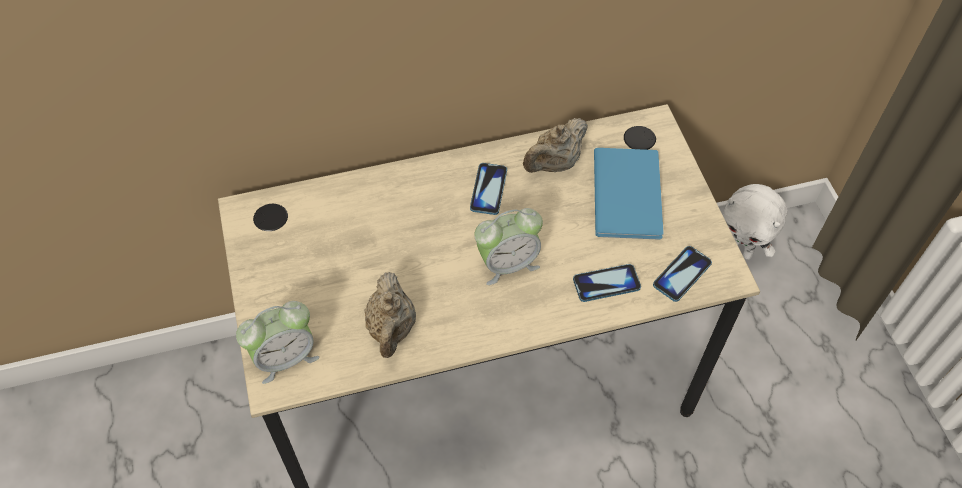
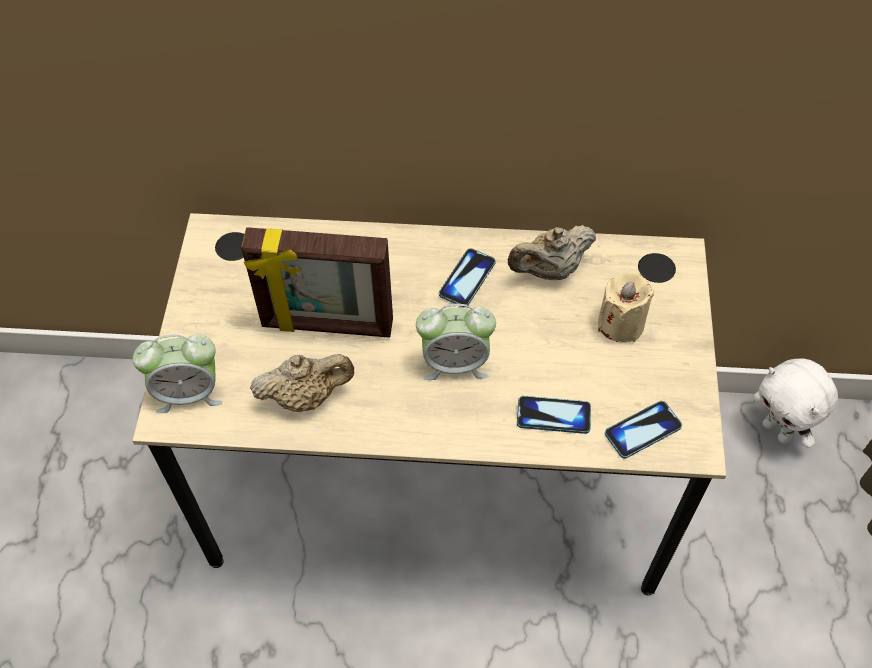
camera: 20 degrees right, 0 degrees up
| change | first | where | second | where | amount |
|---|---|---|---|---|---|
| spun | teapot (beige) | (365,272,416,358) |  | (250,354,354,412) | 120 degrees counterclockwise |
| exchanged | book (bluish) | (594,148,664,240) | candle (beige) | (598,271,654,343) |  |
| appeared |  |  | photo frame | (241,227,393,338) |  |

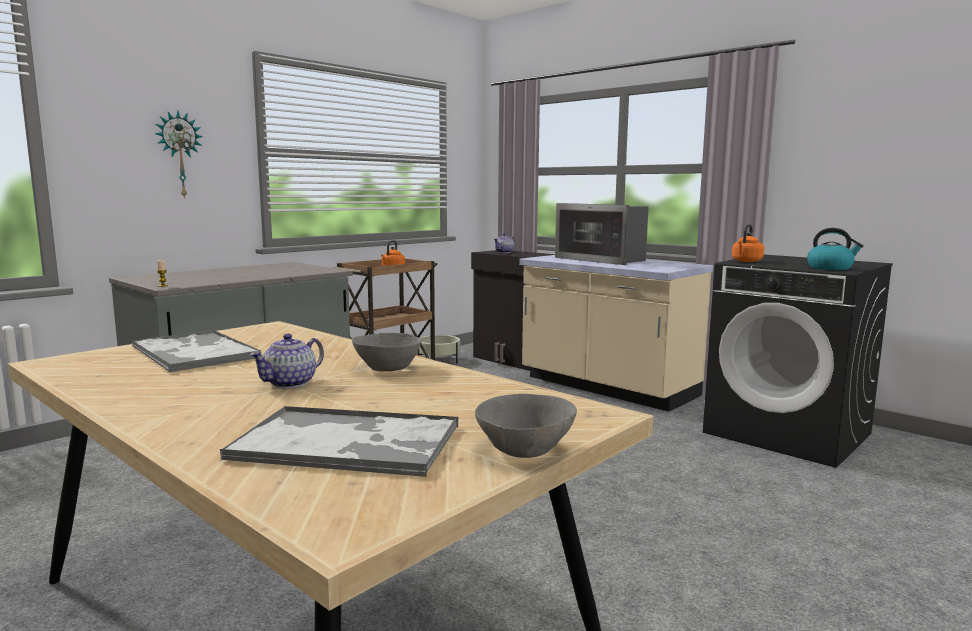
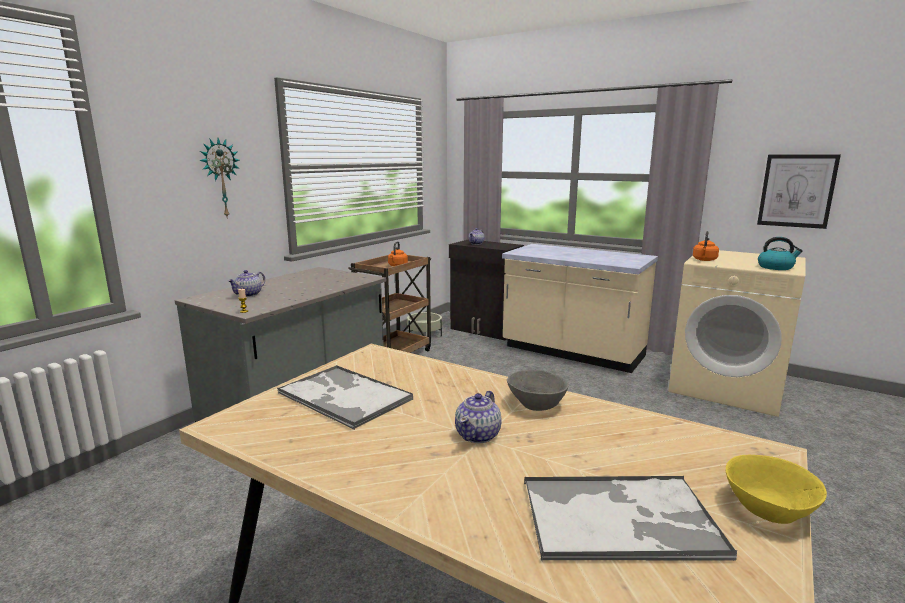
camera: 10 degrees left, 5 degrees up
| change | first | where | second | where | amount |
|---|---|---|---|---|---|
| colour | serving bowl (gray) | (475,394,577,458) | serving bowl (yellowish) | (726,455,827,524) |  |
| missing | kitchen microwave | (555,203,649,265) |  |  |  |
| colour | washing machine (black) | (703,255,893,468) | washing machine (beige) | (668,250,805,417) |  |
| appeared |  |  | teapot | (228,270,265,297) |  |
| appeared |  |  | wall picture | (757,155,841,229) |  |

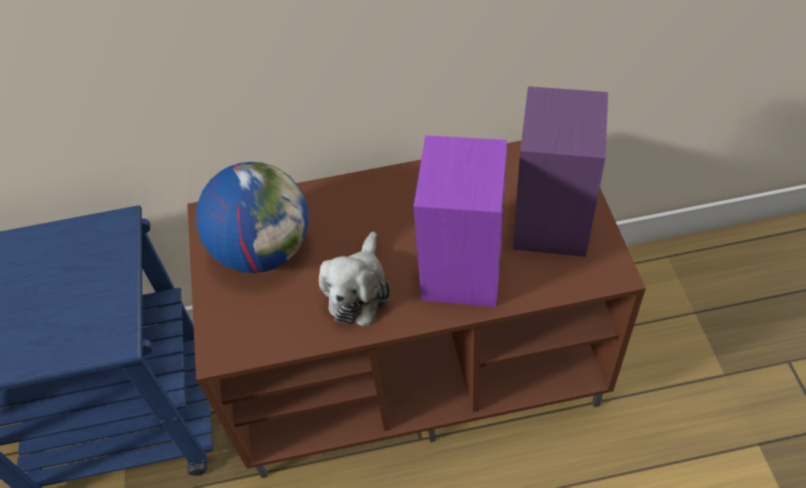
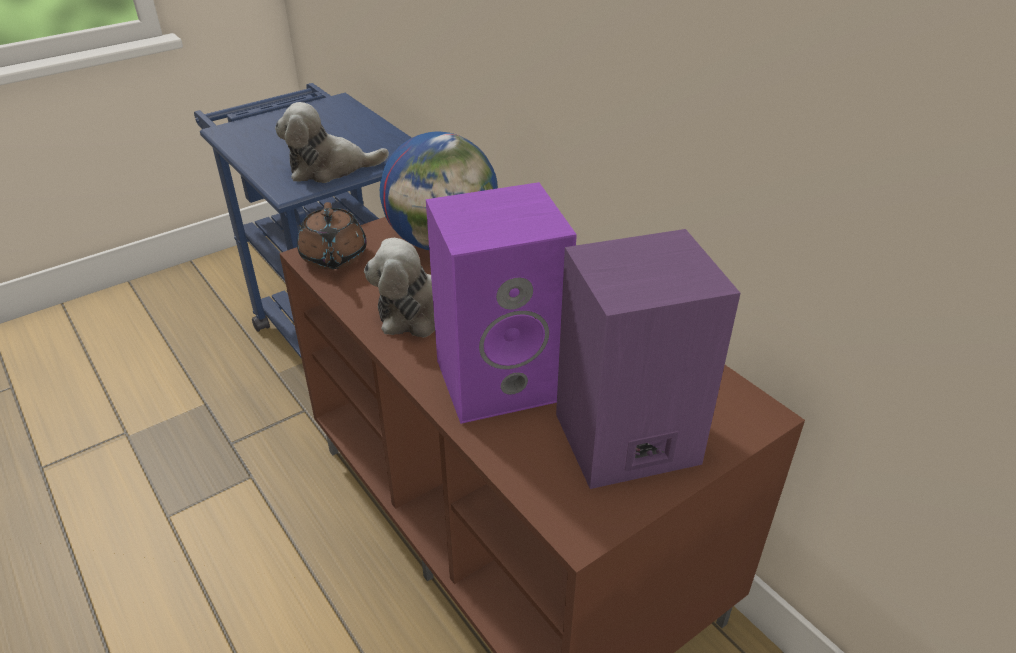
camera: 60 degrees right, 15 degrees down
| change | first | where | second | where | amount |
|---|---|---|---|---|---|
| appeared |  |  | plush toy | (275,102,389,183) |  |
| appeared |  |  | teapot (brownish) | (297,202,367,269) |  |

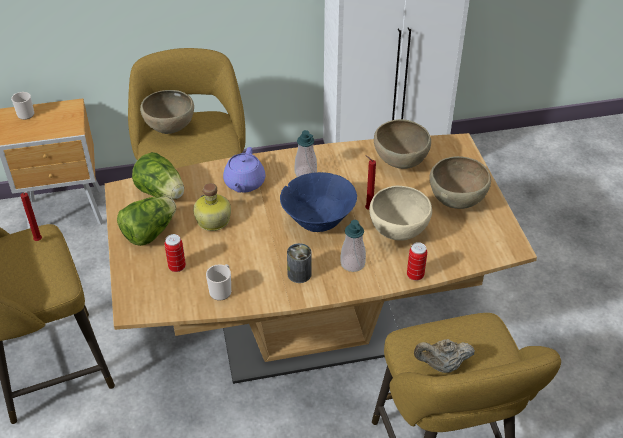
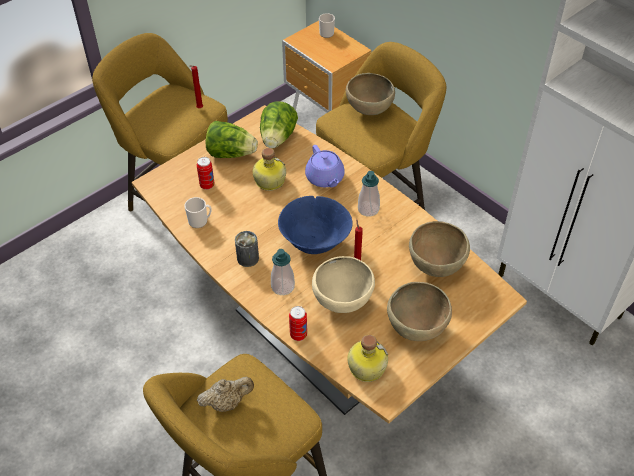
camera: 60 degrees right, 5 degrees up
| change | first | where | second | where | amount |
|---|---|---|---|---|---|
| spun | teapot (purple-coloured) | (223,147,265,193) |  | (305,145,345,187) | 90 degrees counterclockwise |
| spun | teapot (beige) | (414,339,475,373) |  | (197,377,254,412) | 105 degrees clockwise |
| appeared |  |  | bottle | (348,335,388,382) |  |

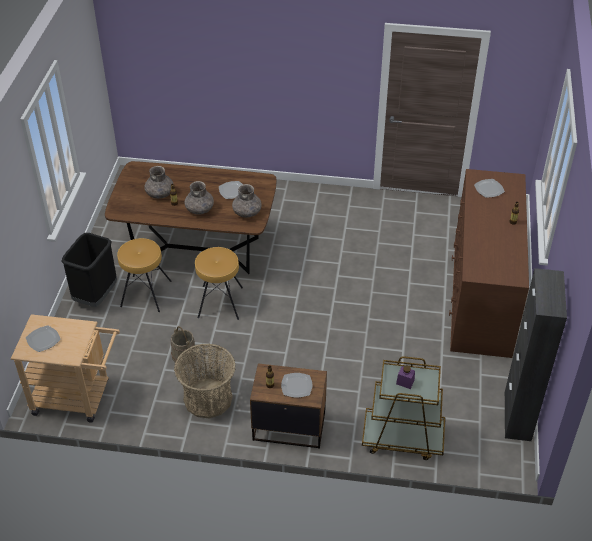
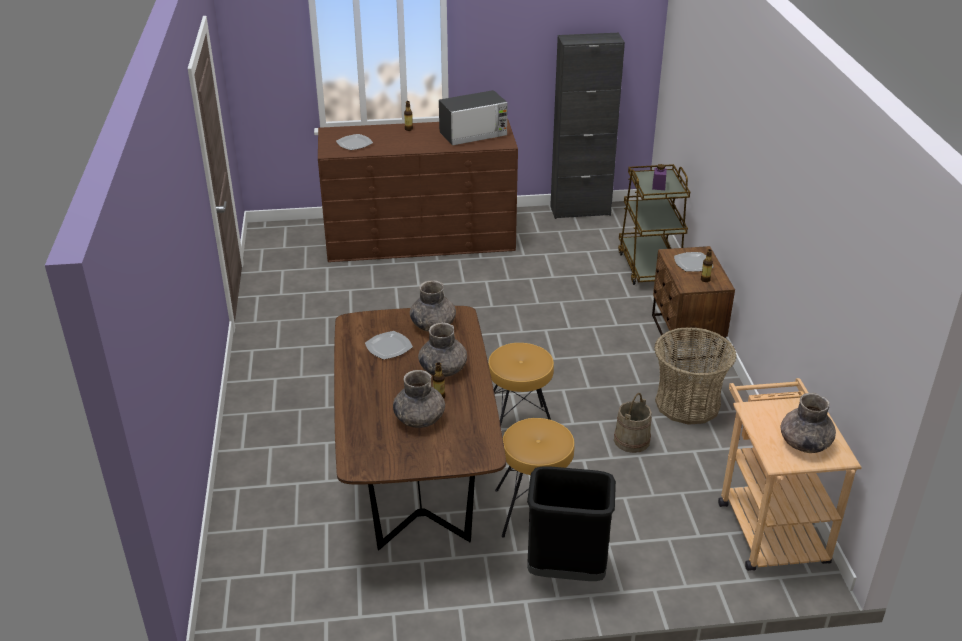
camera: 105 degrees left, 10 degrees down
| change | first | where | second | where | amount |
|---|---|---|---|---|---|
| exchanged | dinner plate | (26,325,61,352) | vase (gray) | (781,393,836,453) |  |
| appeared |  |  | kitchen microwave | (439,90,507,145) |  |

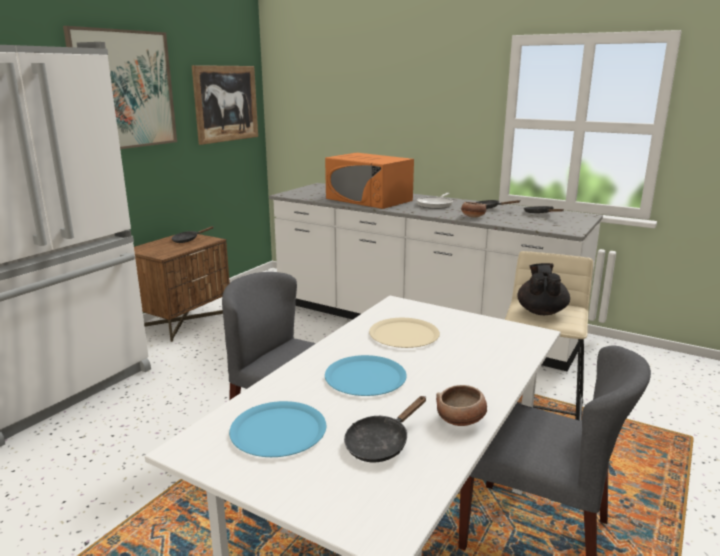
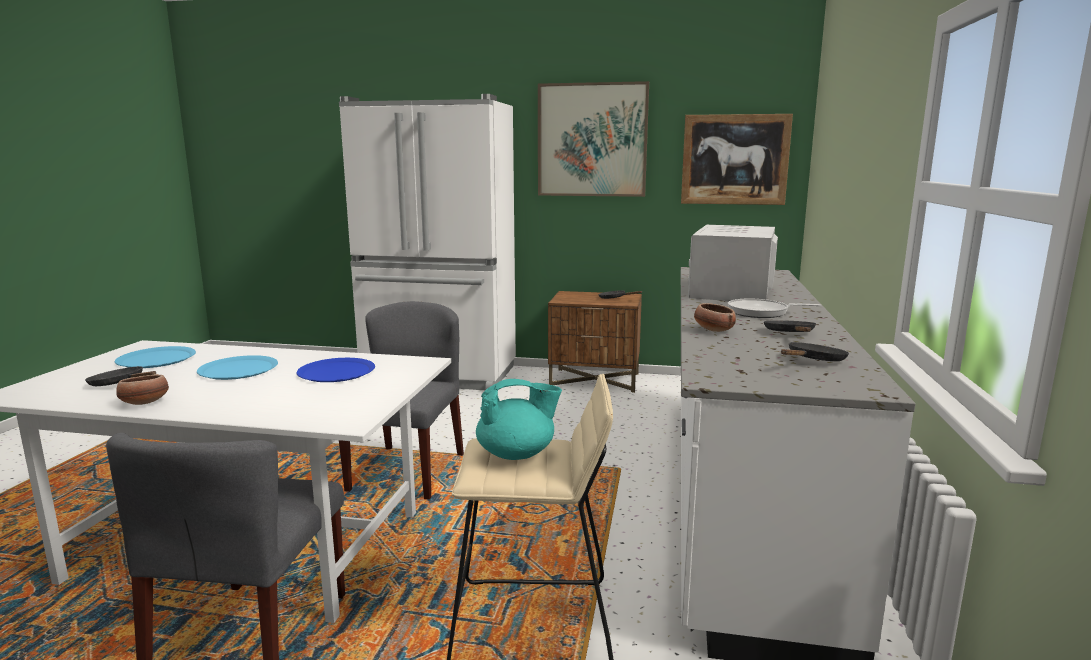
camera: 70 degrees right, 5 degrees down
| change | first | where | second | where | amount |
|---|---|---|---|---|---|
| colour | kitchen microwave (orangey) | (325,153,414,209) | kitchen microwave (white-coloured) | (688,225,778,301) |  |
| colour | dinner plate (beige) | (369,318,440,348) | dinner plate (bluish) | (297,358,375,382) |  |
| colour | teapot (black) | (518,263,570,315) | teapot (turquoise) | (476,379,562,460) |  |

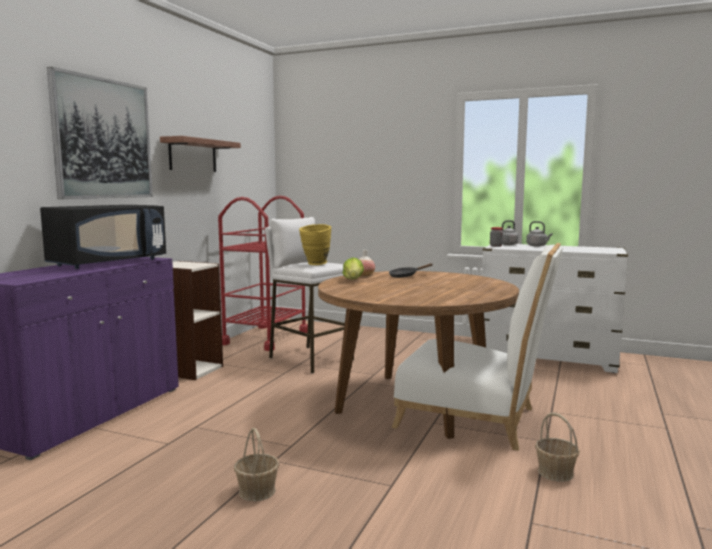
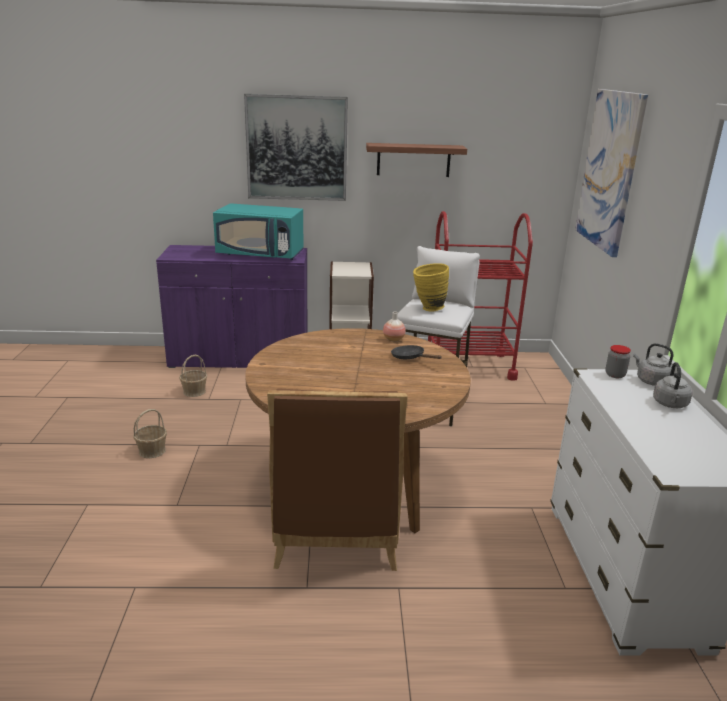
camera: 65 degrees right, 15 degrees up
| change | first | where | second | where | amount |
|---|---|---|---|---|---|
| colour | kitchen microwave (black) | (40,205,166,269) | kitchen microwave (turquoise) | (213,203,304,260) |  |
| missing | head of lettuce | (343,257,364,279) |  |  |  |
| colour | upright chair (white-coloured) | (391,243,563,451) | upright chair (brownish) | (267,389,408,571) |  |
| relocated | storage basket | (535,413,580,482) |  | (179,355,207,397) |  |
| appeared |  |  | wall picture | (575,89,648,257) |  |

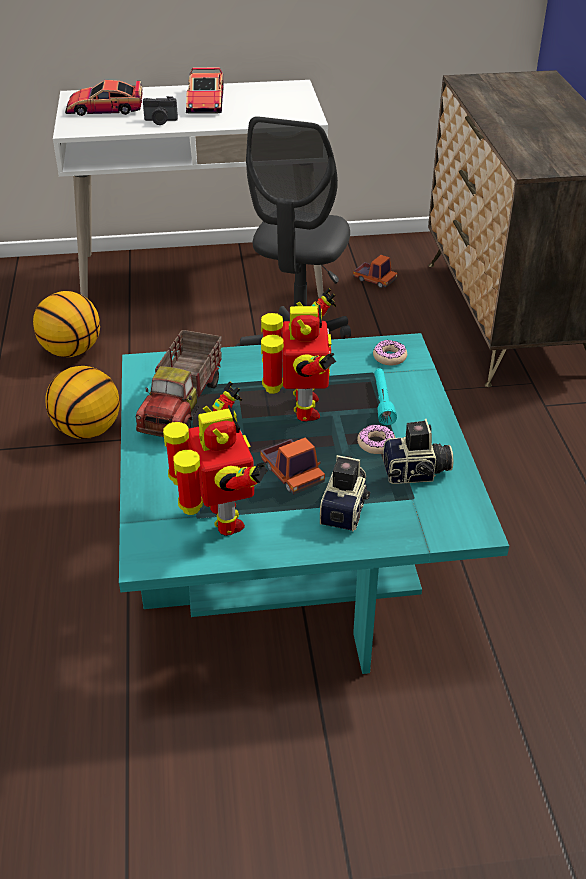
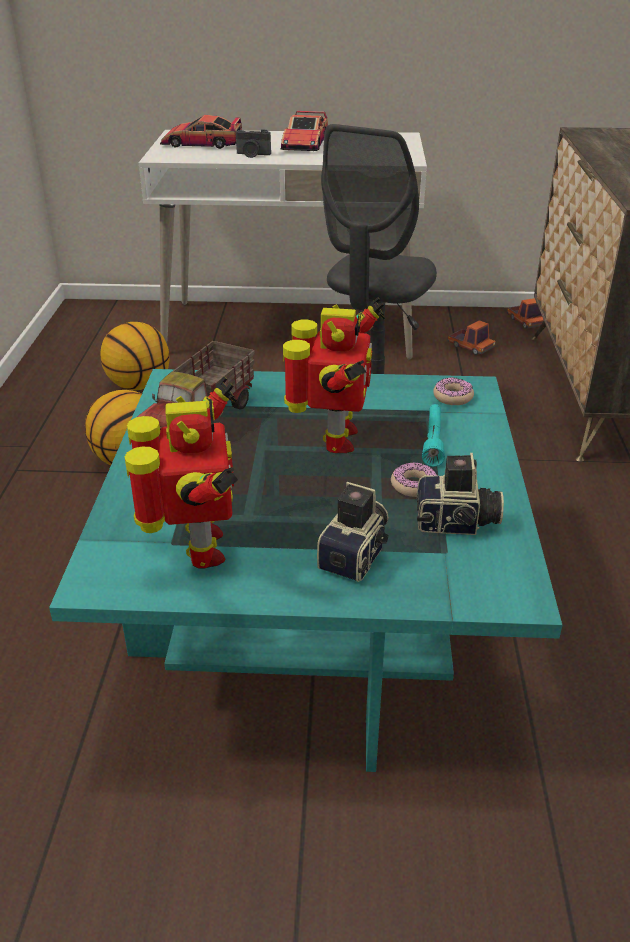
camera: 10 degrees right, 5 degrees down
| change | first | where | second | where | amount |
|---|---|---|---|---|---|
| relocated | model truck | (260,437,325,495) |  | (507,298,544,329) |  |

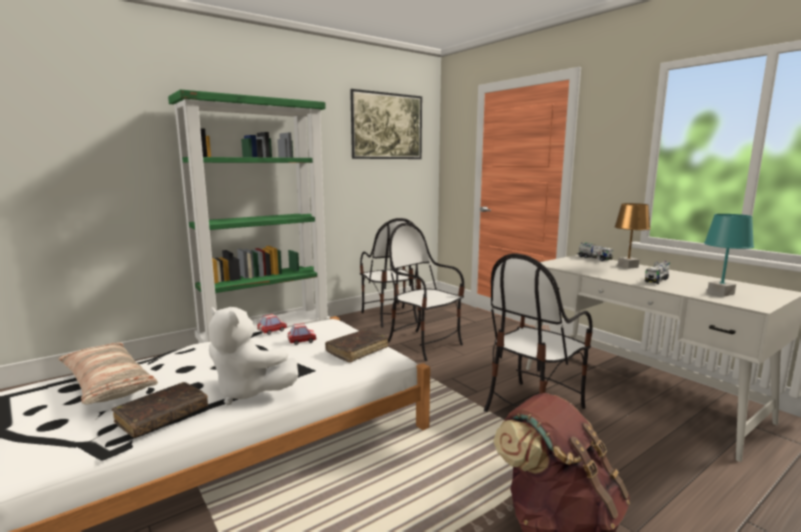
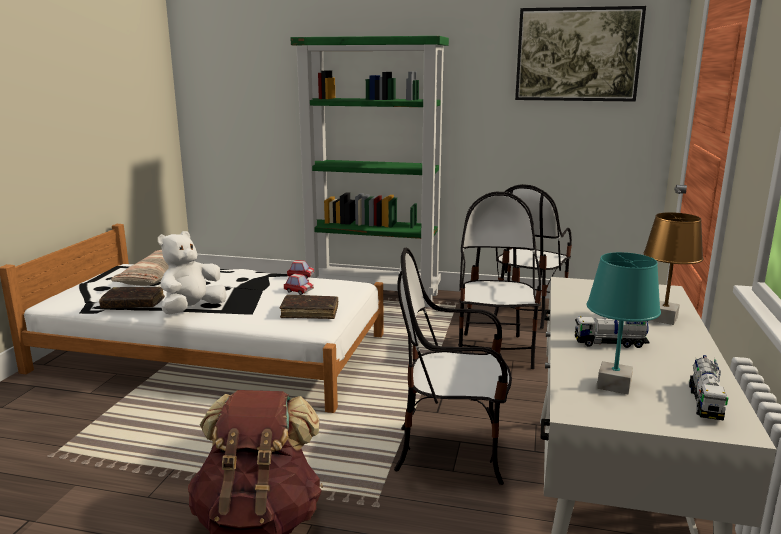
camera: 50 degrees right, 5 degrees up
| change | first | where | second | where | amount |
|---|---|---|---|---|---|
| spun | plush toy (white-coloured) | (209,307,298,405) |  | (158,231,226,314) | 45 degrees clockwise |
| relocated | model truck | (577,242,614,261) |  | (689,355,728,421) |  |

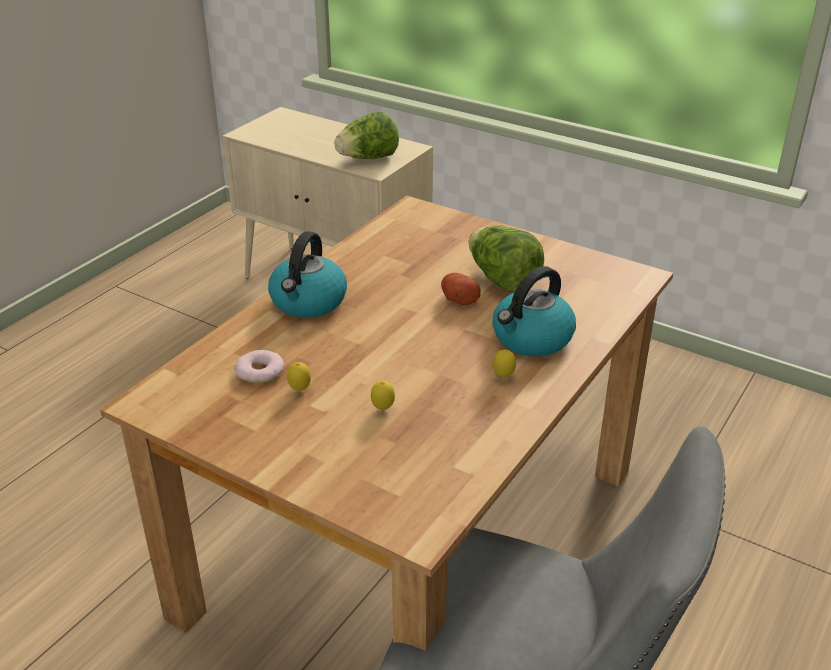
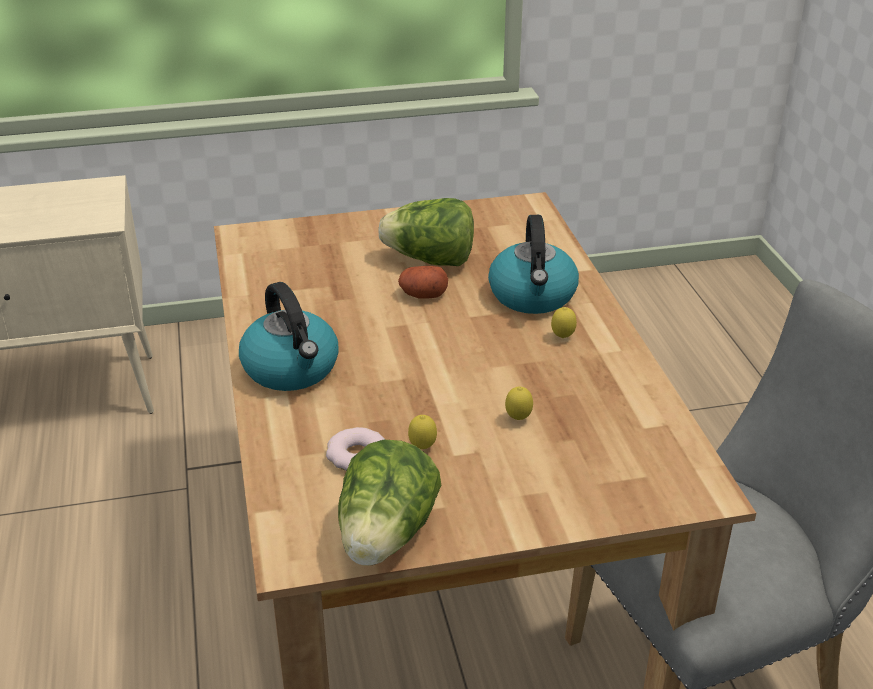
camera: 45 degrees left, 0 degrees up
| change | first | where | second | where | amount |
|---|---|---|---|---|---|
| relocated | head of lettuce | (334,112,399,159) |  | (338,440,441,566) |  |

